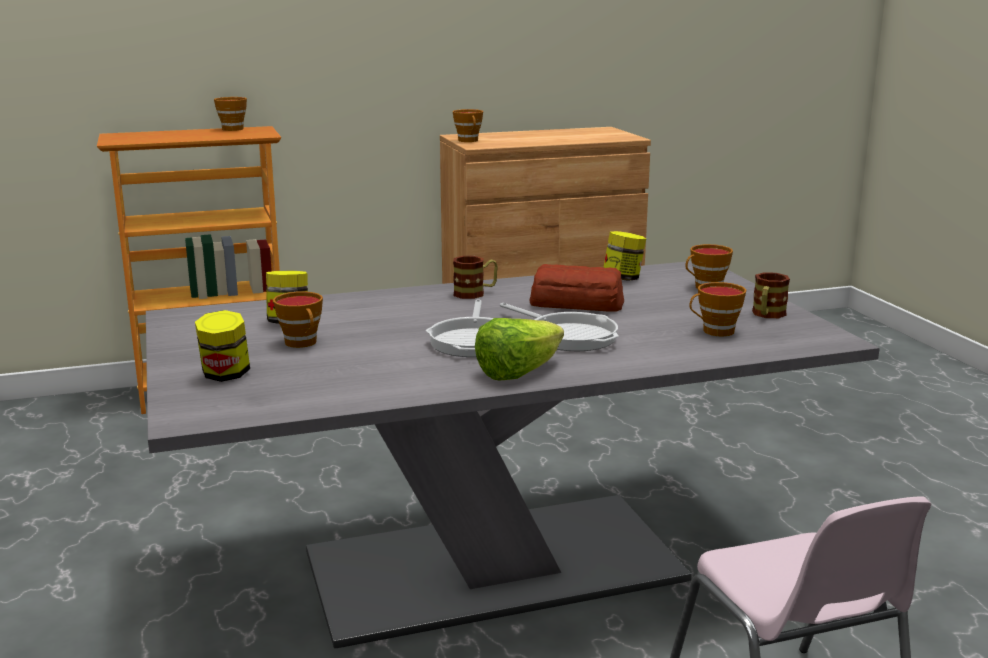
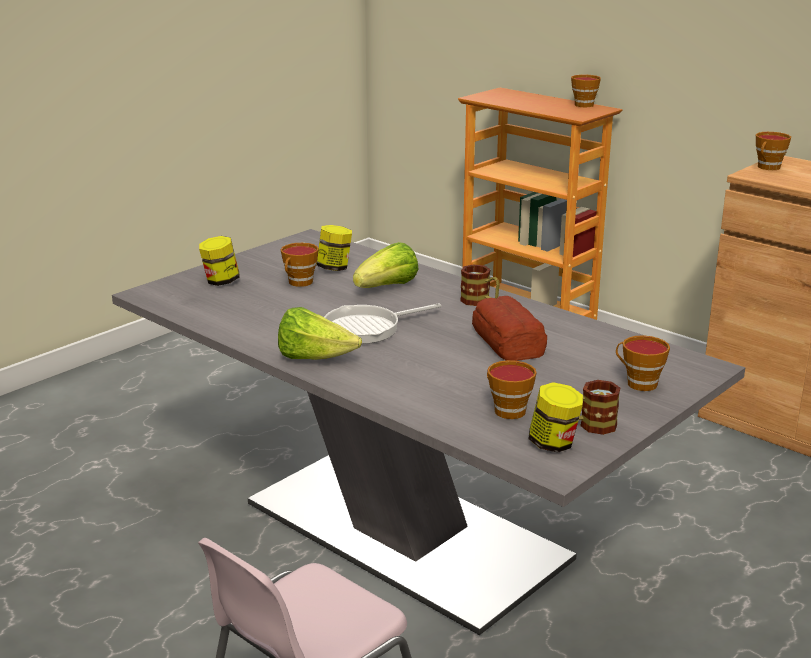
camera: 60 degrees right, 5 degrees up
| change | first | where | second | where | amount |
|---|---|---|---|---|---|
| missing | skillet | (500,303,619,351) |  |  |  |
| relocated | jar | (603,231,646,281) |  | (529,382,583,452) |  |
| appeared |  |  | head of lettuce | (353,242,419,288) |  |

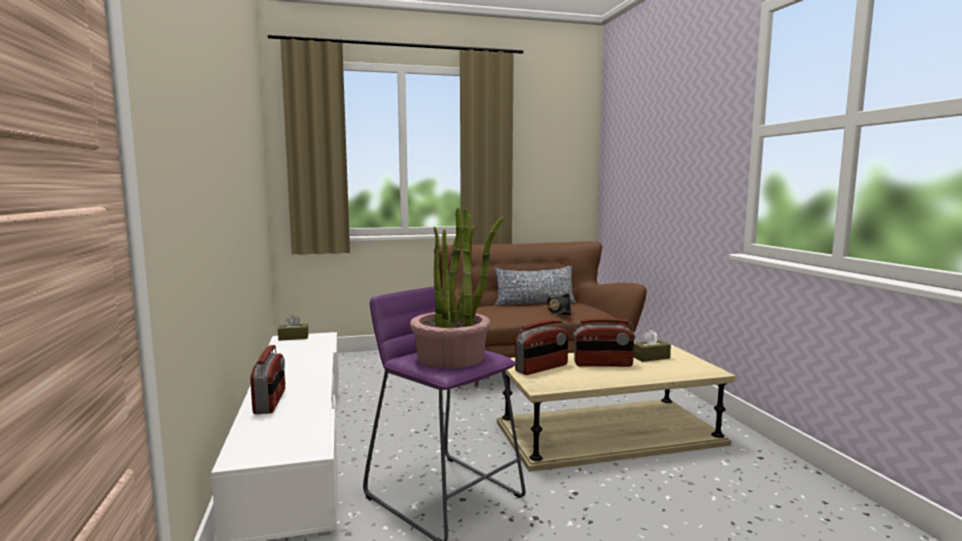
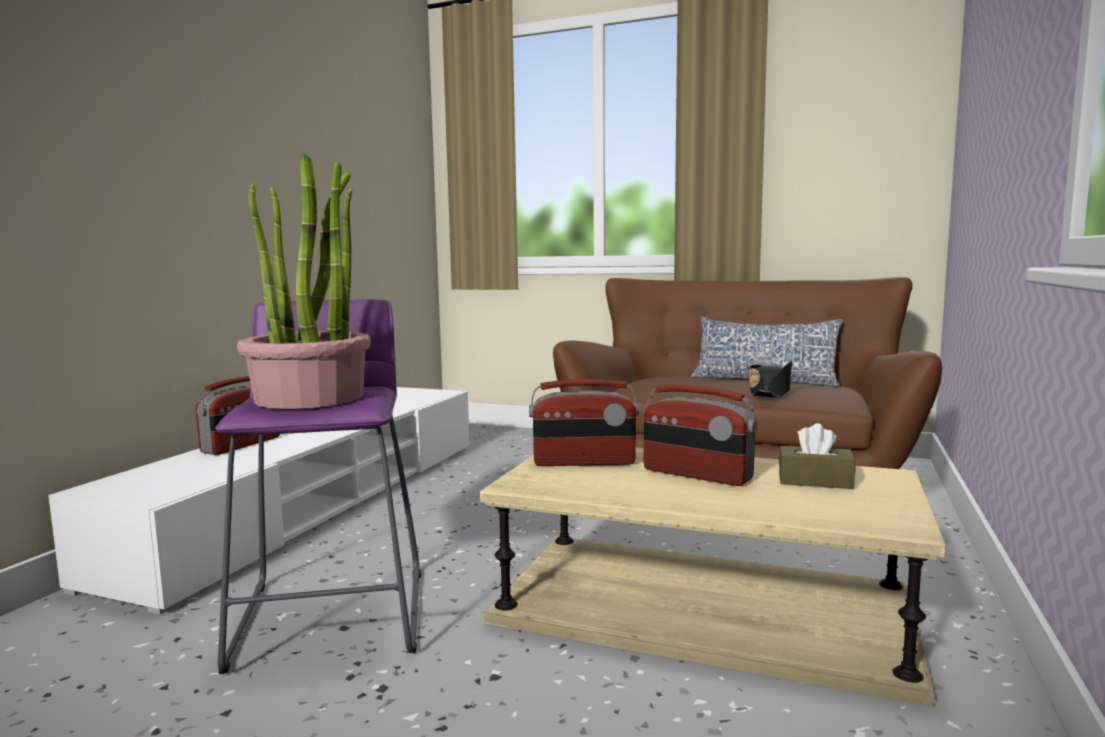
camera: 35 degrees right, 0 degrees up
| change | first | where | second | where | amount |
|---|---|---|---|---|---|
| missing | tissue box (brownish) | (278,315,308,341) |  |  |  |

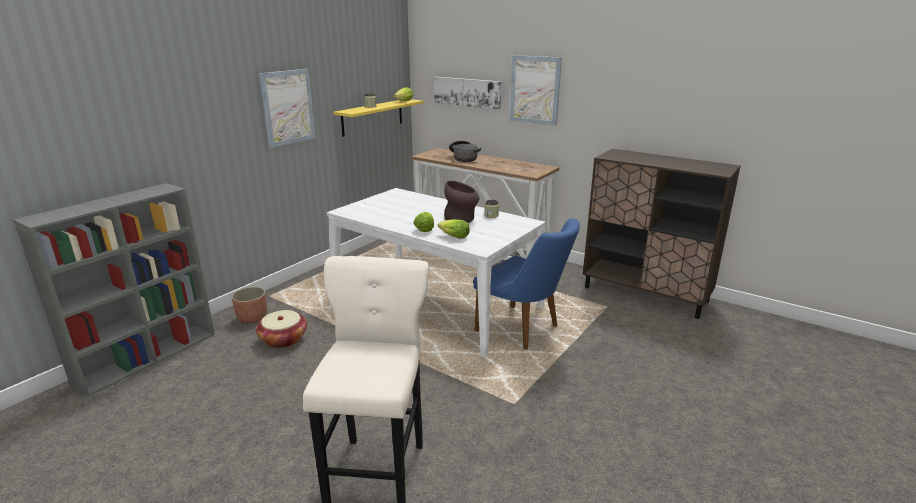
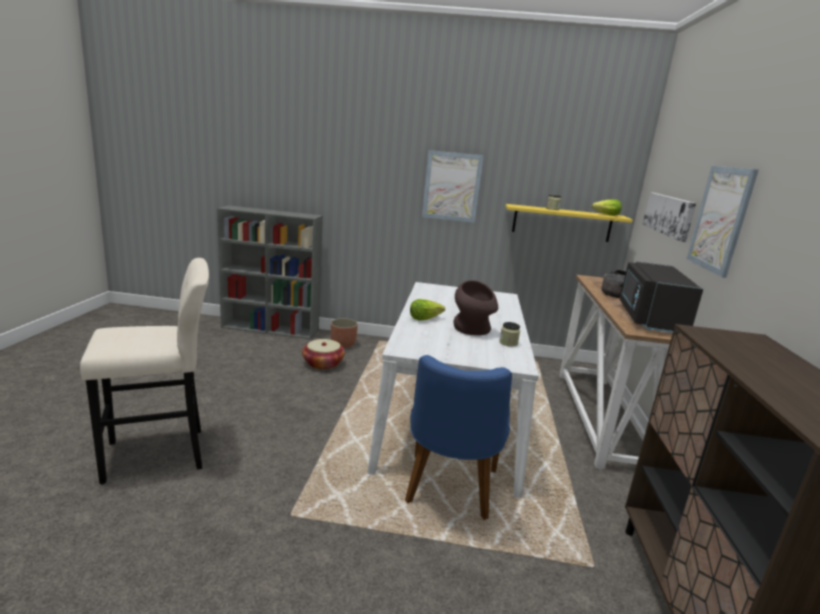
camera: 60 degrees right, 5 degrees down
| change | first | where | second | where | amount |
|---|---|---|---|---|---|
| missing | head of lettuce | (438,219,470,239) |  |  |  |
| appeared |  |  | kitchen microwave (black) | (620,262,703,333) |  |

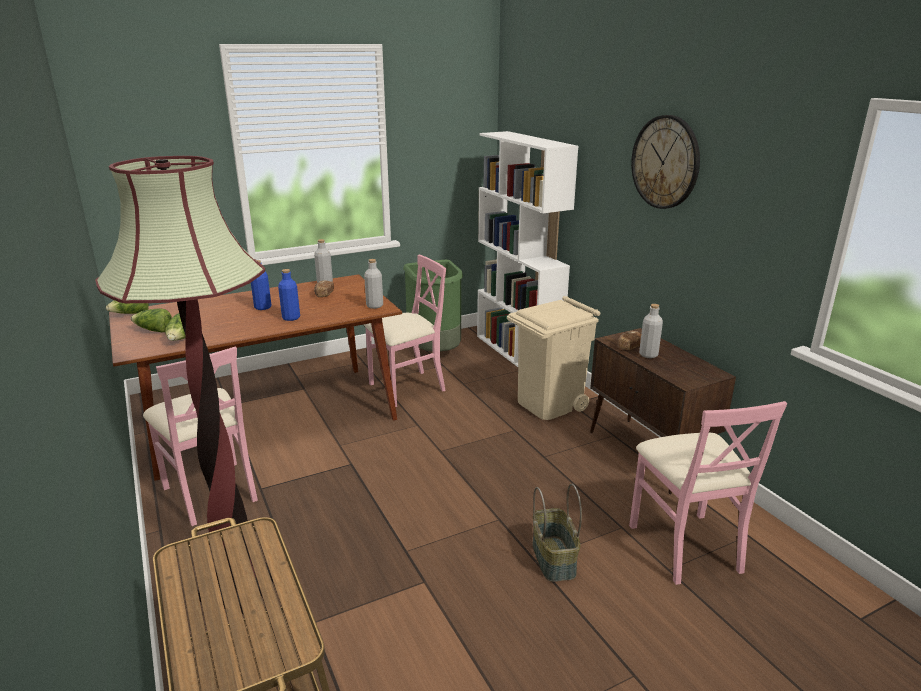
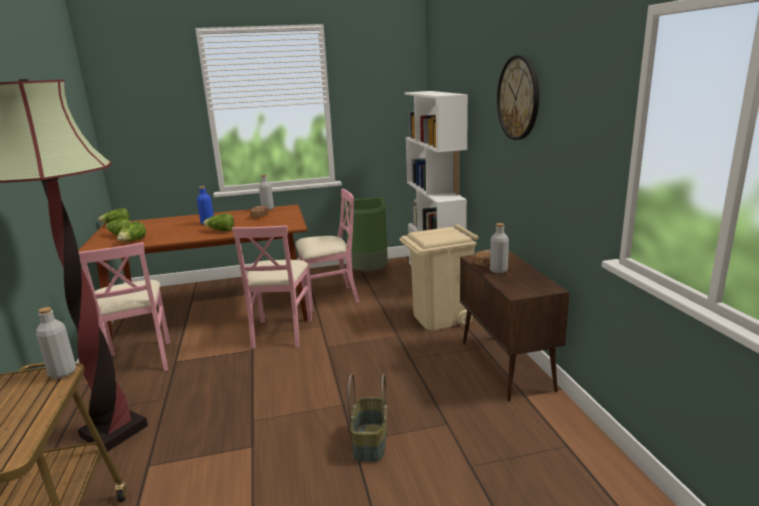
camera: 15 degrees right, 5 degrees down
| change | first | where | second | where | amount |
|---|---|---|---|---|---|
| exchanged | bottle (bluish) | (278,269,300,321) | head of lettuce | (203,214,234,231) |  |
| relocated | bottle (gray) | (364,259,383,309) |  | (36,307,76,379) |  |
| relocated | upright chair (pink-coloured) | (629,401,787,585) |  | (232,225,312,348) |  |

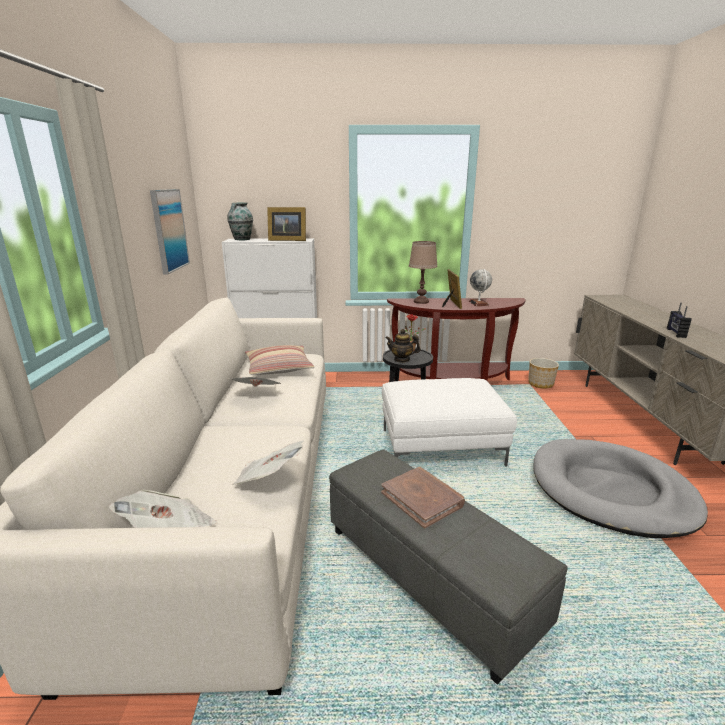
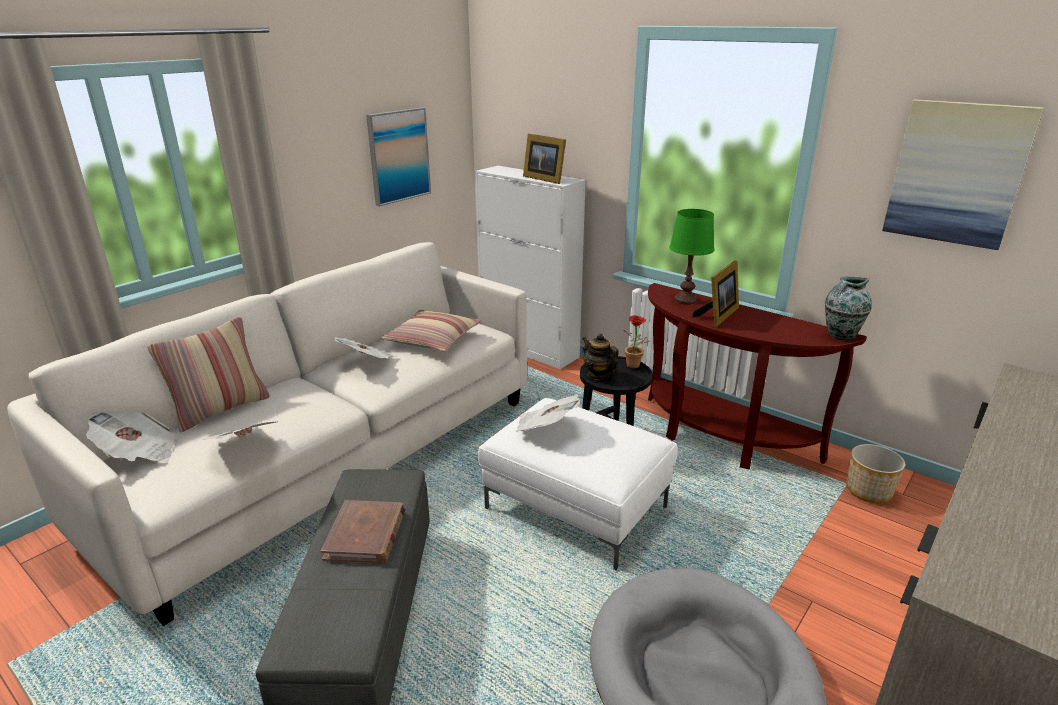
camera: 40 degrees right, 5 degrees up
| change | first | where | second | where | amount |
|---|---|---|---|---|---|
| relocated | vase | (227,202,253,241) |  | (825,277,872,341) |  |
| colour | table lamp (brownish) | (409,241,438,304) | table lamp (green-coloured) | (669,209,714,305) |  |
| missing | desk globe | (469,269,492,306) |  |  |  |
| missing | radio | (667,303,692,338) |  |  |  |
| appeared |  |  | pillow | (147,317,269,432) |  |
| appeared |  |  | daily paper | (516,395,580,432) |  |
| appeared |  |  | wall picture | (882,99,1044,250) |  |

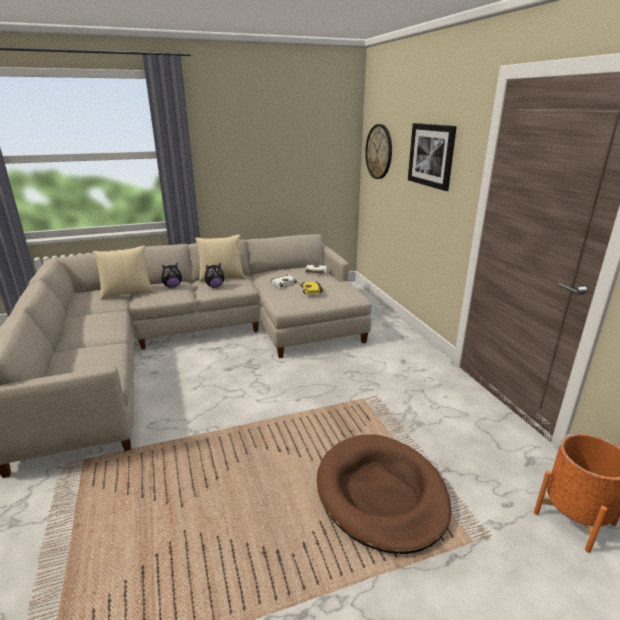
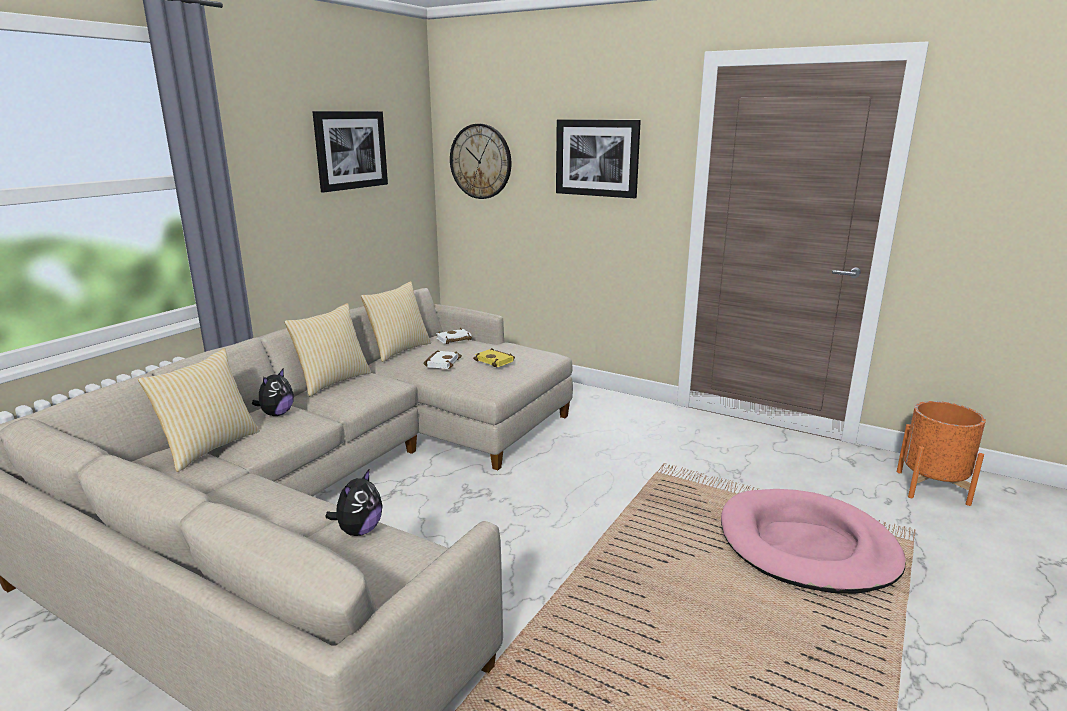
camera: 40 degrees left, 5 degrees down
| change | first | where | second | where | amount |
|---|---|---|---|---|---|
| relocated | plush toy | (205,263,224,288) |  | (325,470,383,536) |  |
| colour | dog bed (brownish) | (317,434,452,554) | dog bed (pink-coloured) | (721,489,906,594) |  |
| appeared |  |  | wall picture | (313,111,388,192) |  |
| appeared |  |  | pillow | (361,281,431,362) |  |

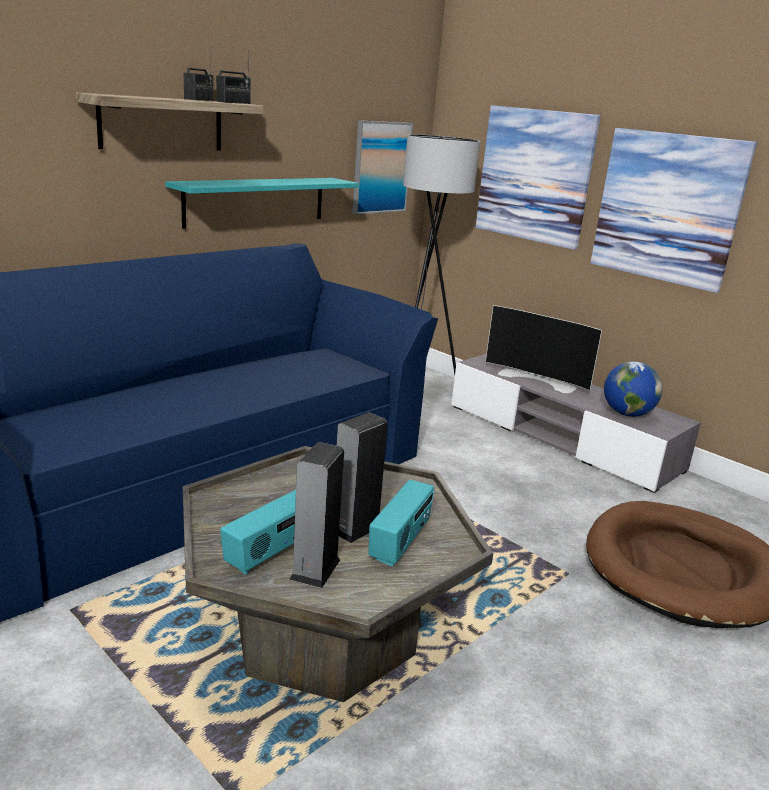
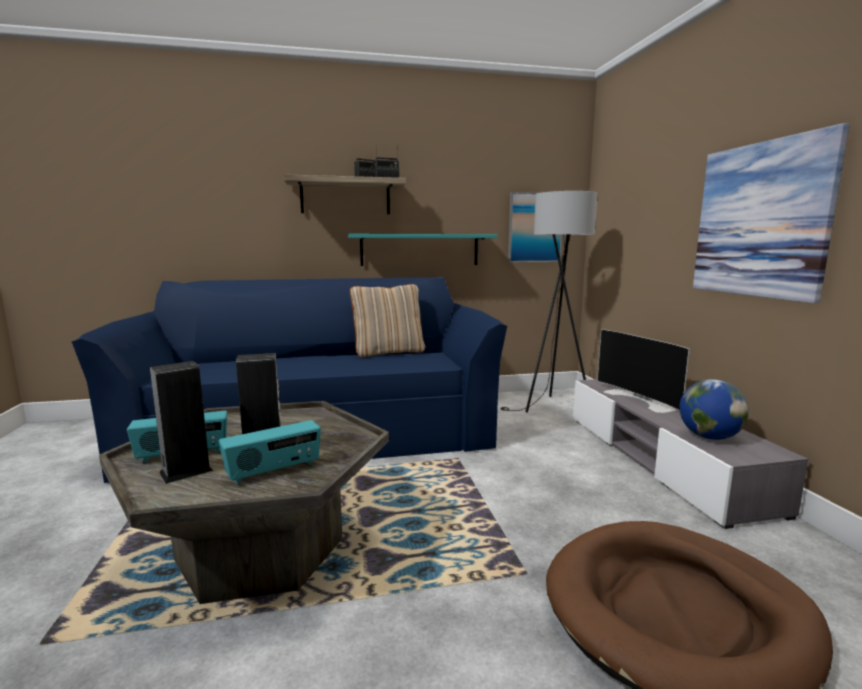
camera: 35 degrees right, 10 degrees down
| change | first | where | second | where | amount |
|---|---|---|---|---|---|
| missing | wall picture | (476,105,601,250) |  |  |  |
| appeared |  |  | pillow (beige) | (350,284,425,357) |  |

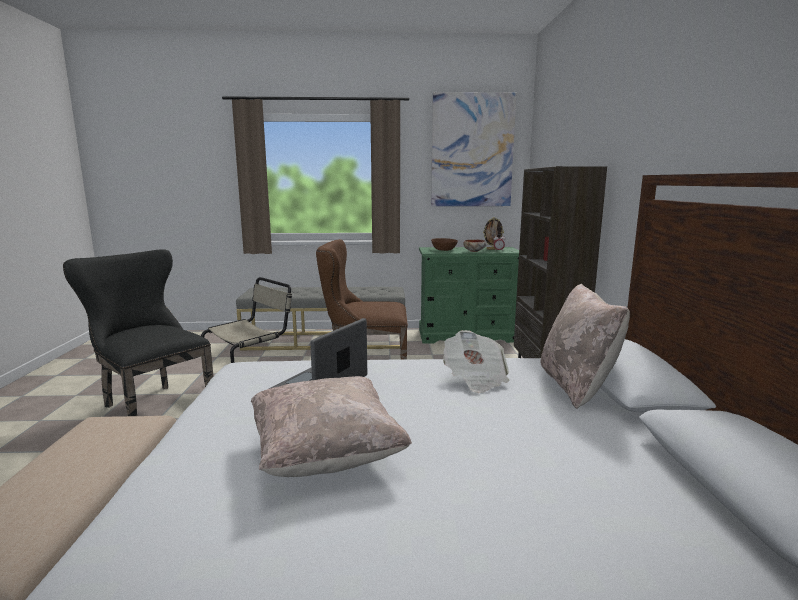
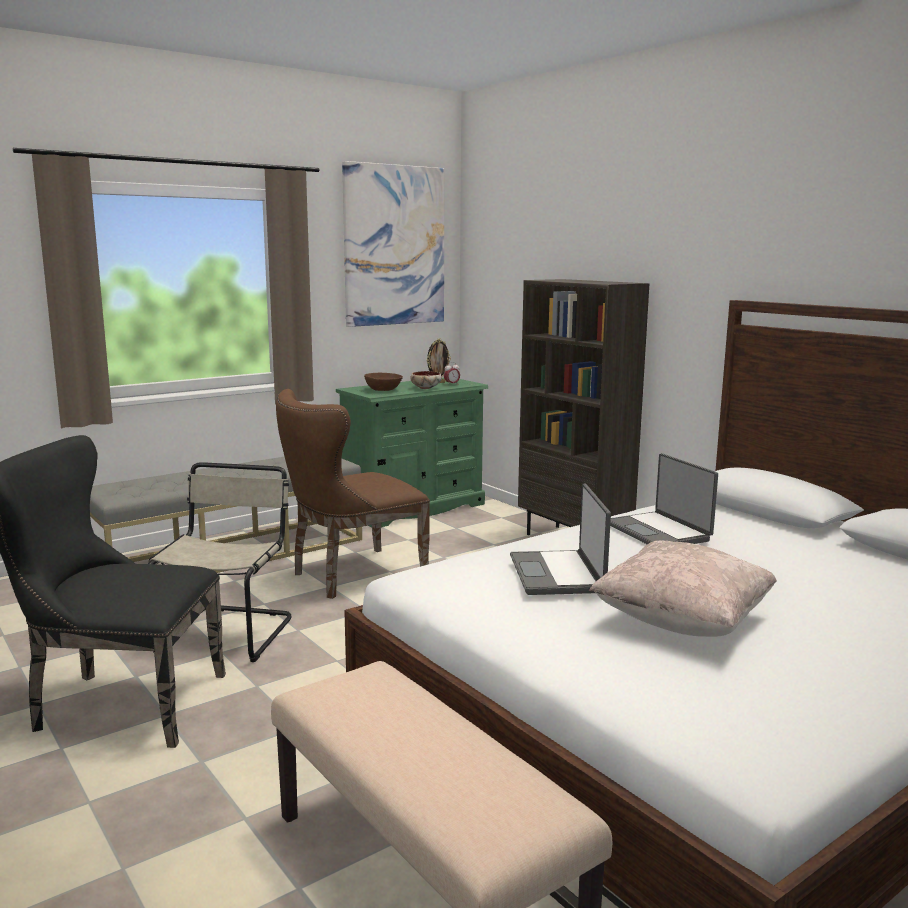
camera: 35 degrees left, 0 degrees up
| change | first | where | second | where | amount |
|---|---|---|---|---|---|
| exchanged | daily paper | (443,330,509,393) | laptop | (610,453,718,544) |  |
| missing | pillow (beige) | (540,284,630,409) |  |  |  |

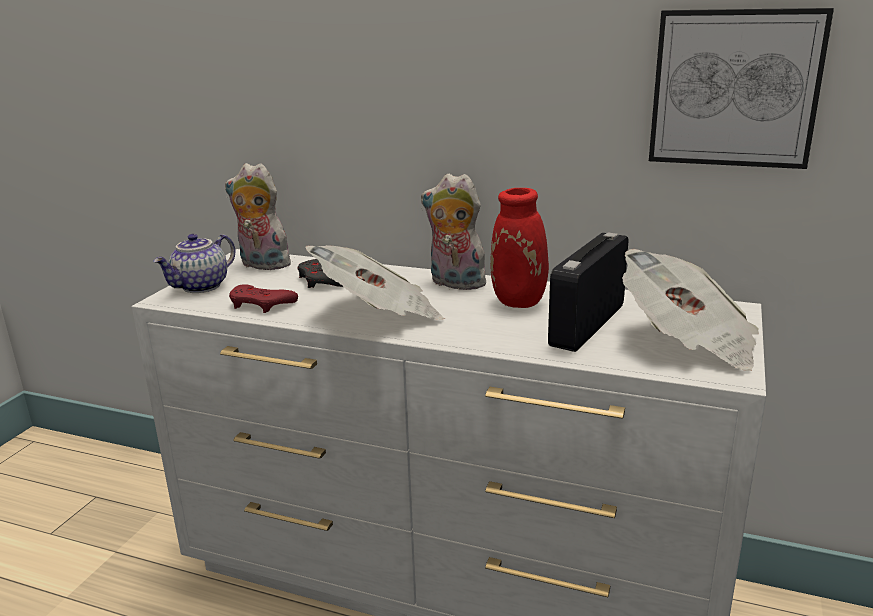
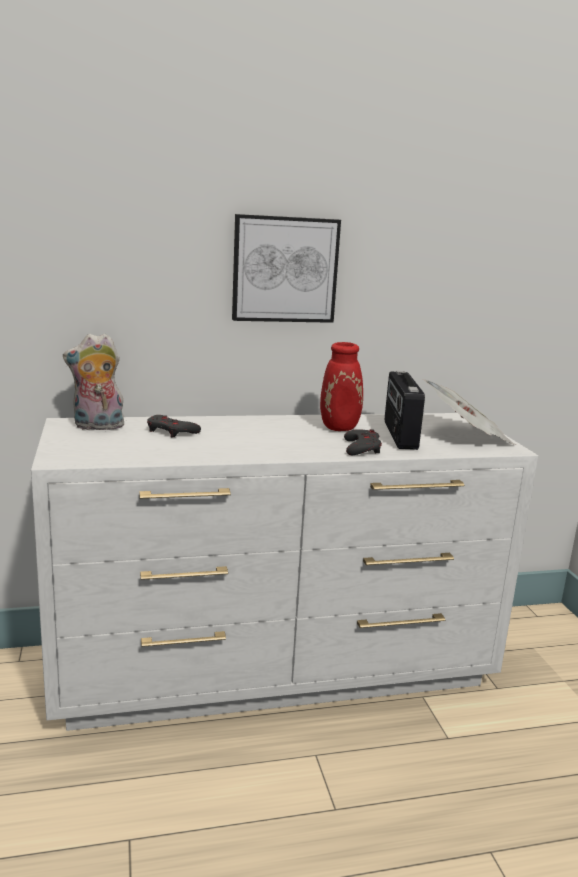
camera: 35 degrees left, 5 degrees down
| change | first | where | second | where | amount |
|---|---|---|---|---|---|
| missing | teapot | (153,234,235,293) |  |  |  |
| missing | gamepad (red) | (229,284,298,313) |  |  |  |
| missing | daily paper | (306,245,445,320) |  |  |  |
| missing | plush toy | (421,174,489,290) |  |  |  |
| relocated | wall picture | (649,8,834,169) |  | (232,214,341,323) |  |
| appeared |  |  | gamepad (gray) | (344,429,382,455) |  |

